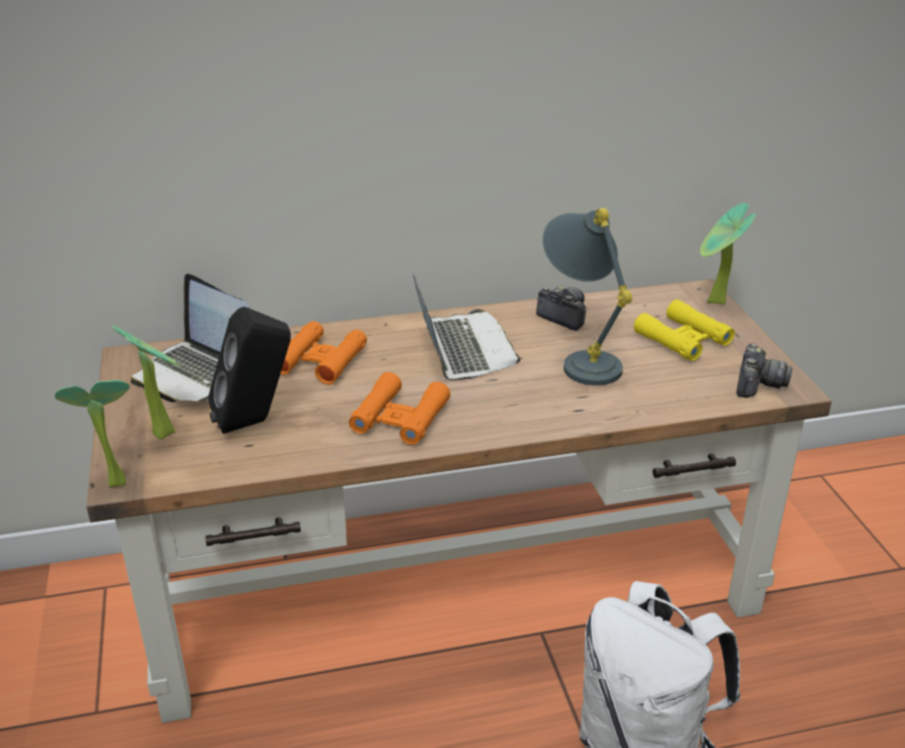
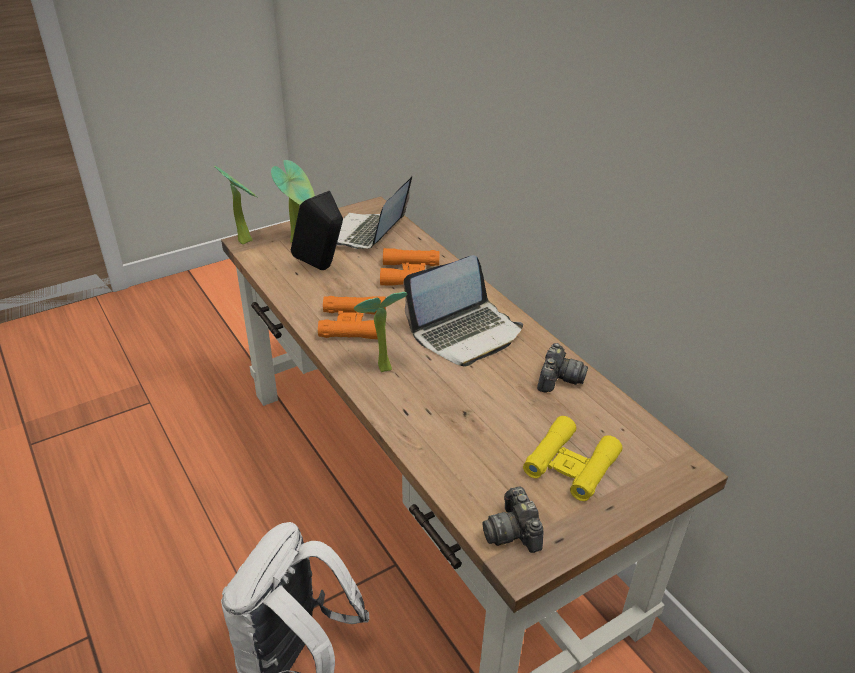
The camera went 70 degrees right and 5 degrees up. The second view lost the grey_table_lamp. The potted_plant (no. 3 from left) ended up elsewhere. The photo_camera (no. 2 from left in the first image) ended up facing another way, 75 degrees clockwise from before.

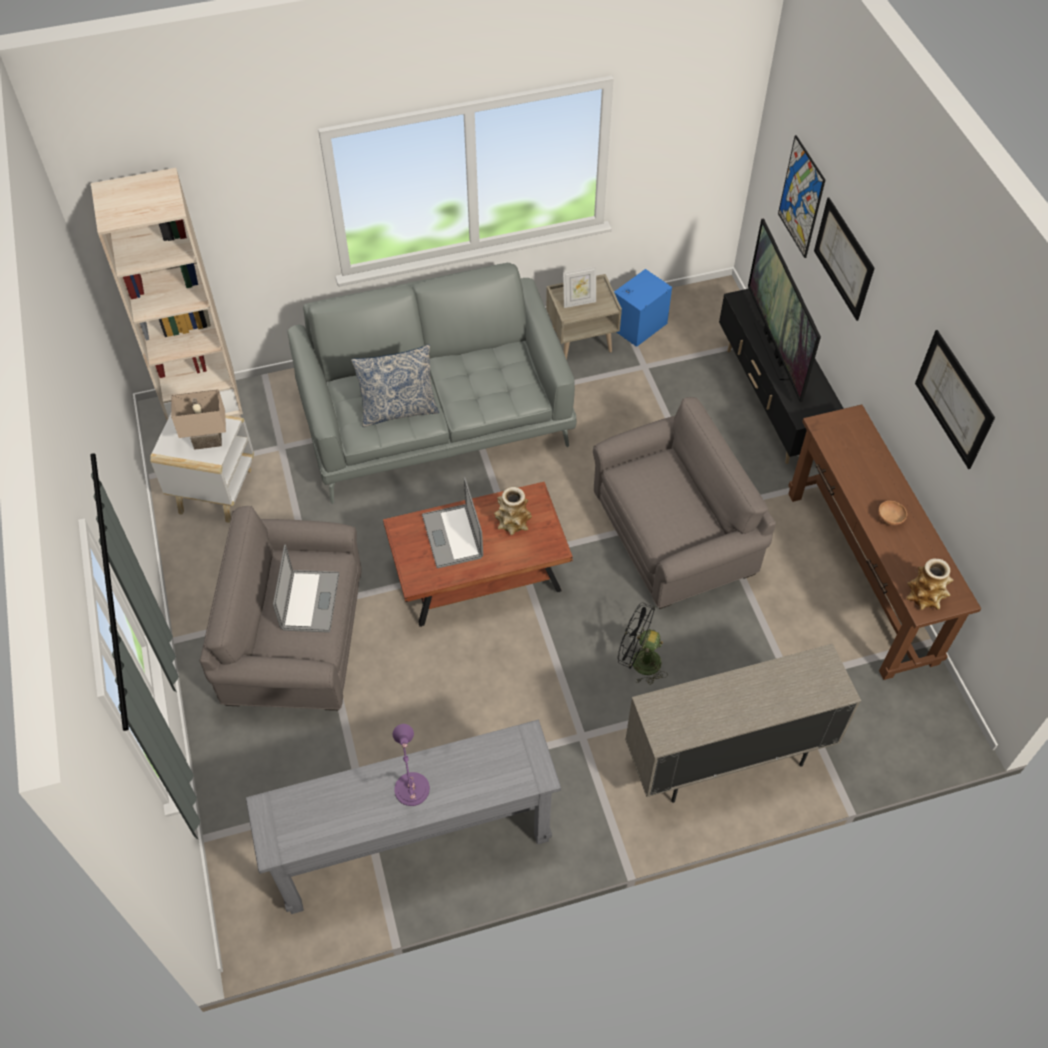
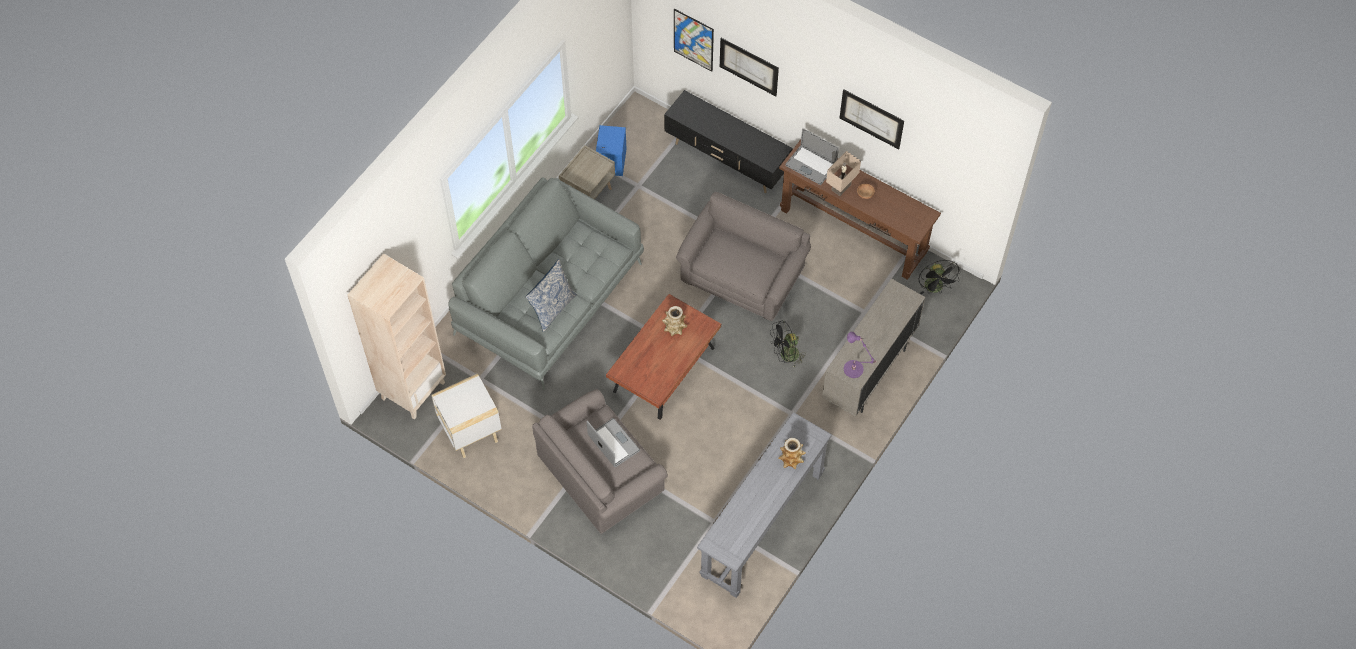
The camera went 40 degrees left and 5 degrees up. The second view lost the picture_frame. The second view lost the television. The second view gained the black_fan (no. 2 from left). The beige_table_lamp ended up elsewhere. The purple_table_lamp ended up elsewhere. The laptop (no. 2 from left) ended up elsewhere. The vase (no. 2 from left) ended up elsewhere.

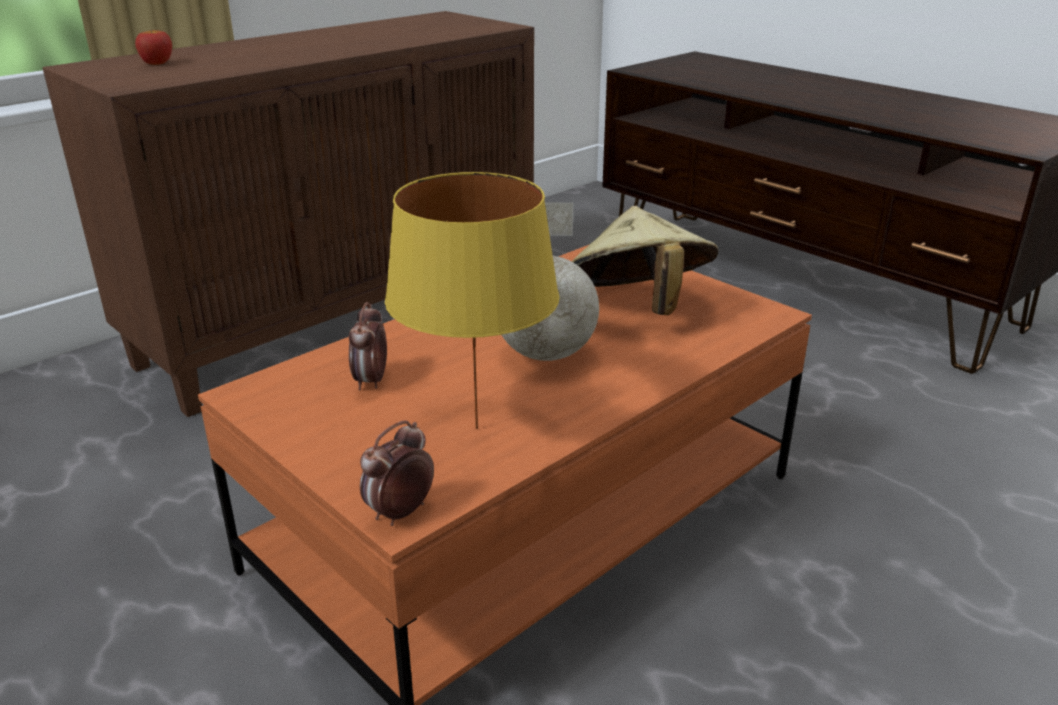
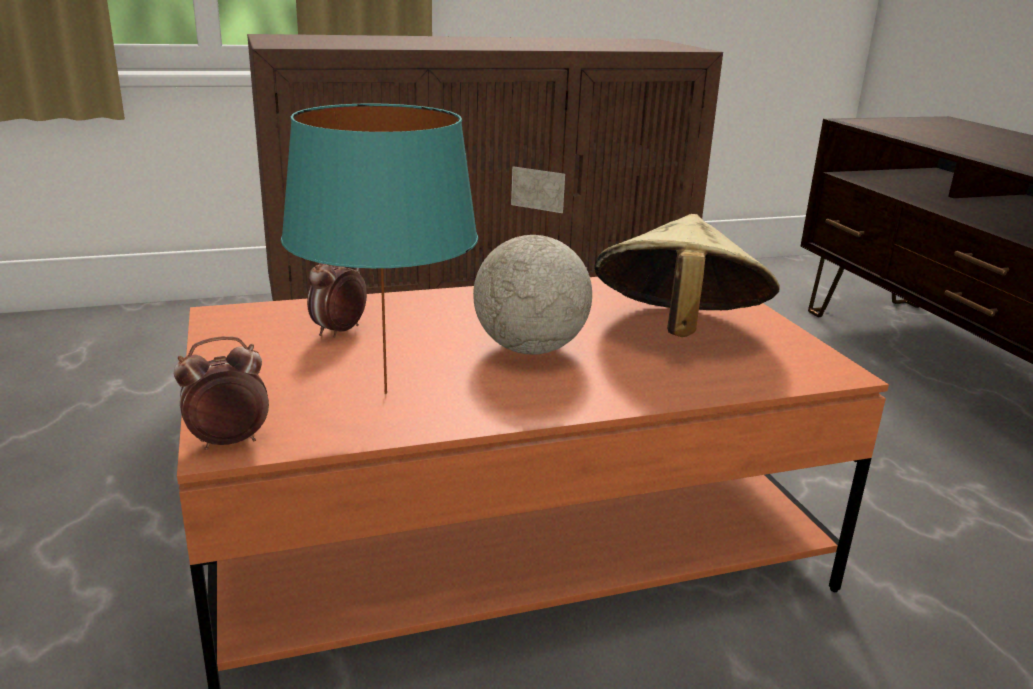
The camera went 25 degrees right and 5 degrees down. The second view lost the apple. What was the yellow_table_lamp turned into the turquoise_table_lamp.

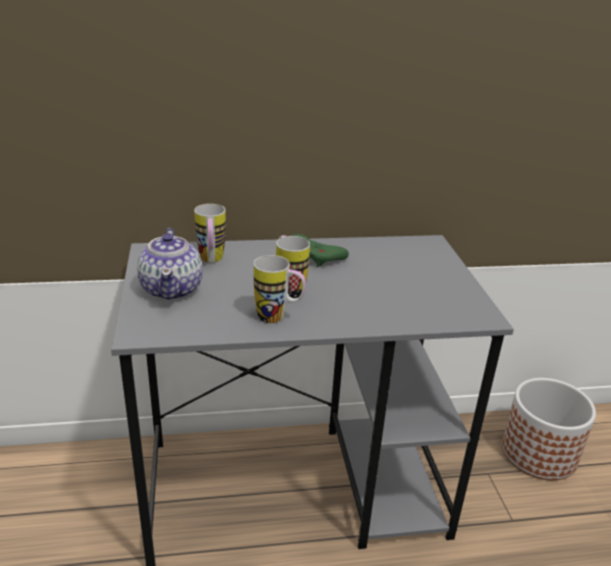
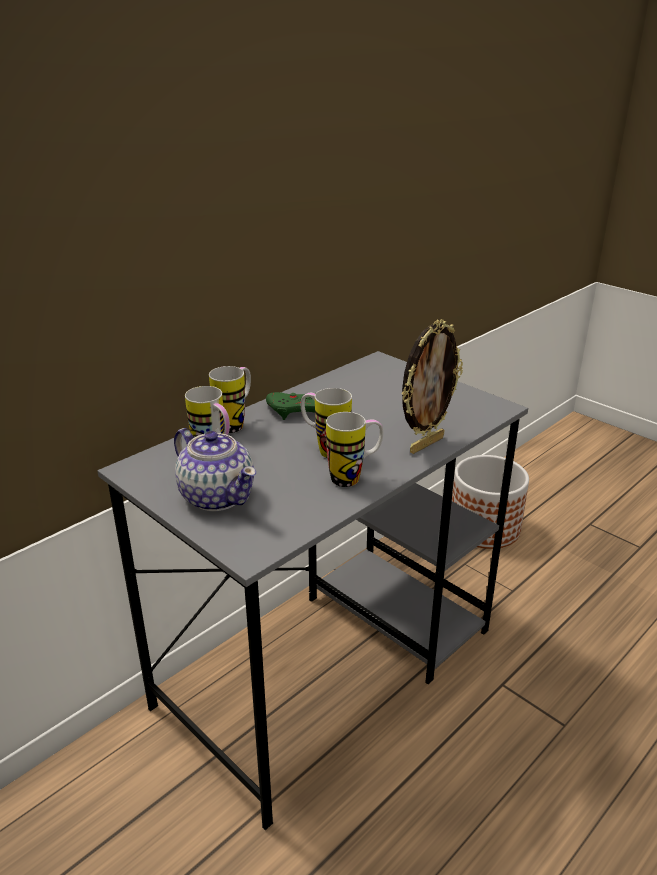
The camera went 35 degrees left and 0 degrees up. The second view gained the mug (no. 2 from left). The second view gained the picture_frame.

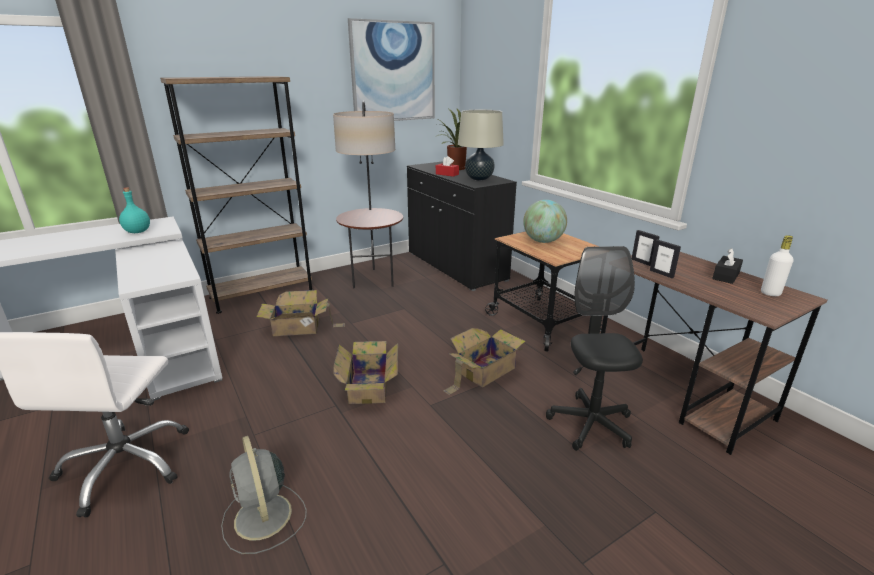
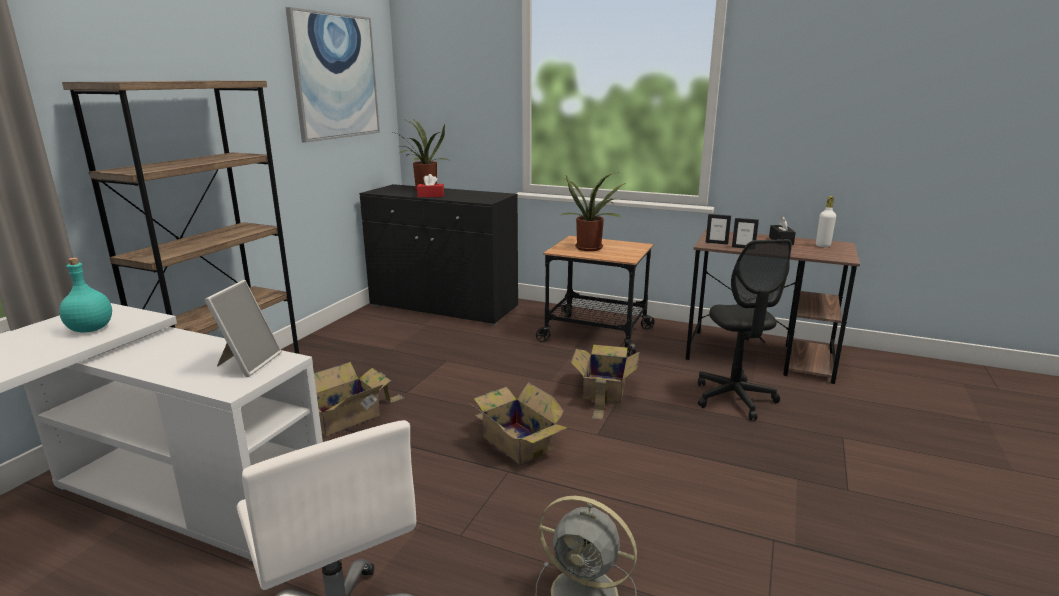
The camera went 35 degrees left and 5 degrees down. The second view lost the floor_lamp. The second view lost the beige_table_lamp. The second view gained the picture_frame (no. 1 from left). Where the globe stood, the potted_plant (no. 2 from left) came to stand. The black_office_chair ended up facing another way, 150 degrees counterclockwise from before.

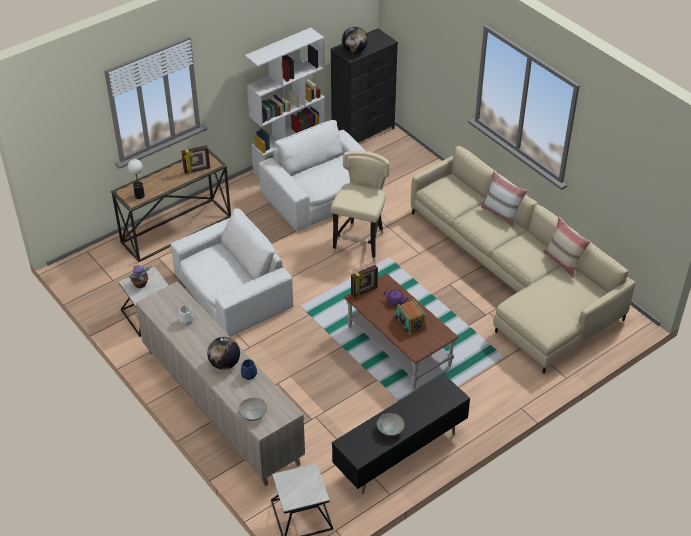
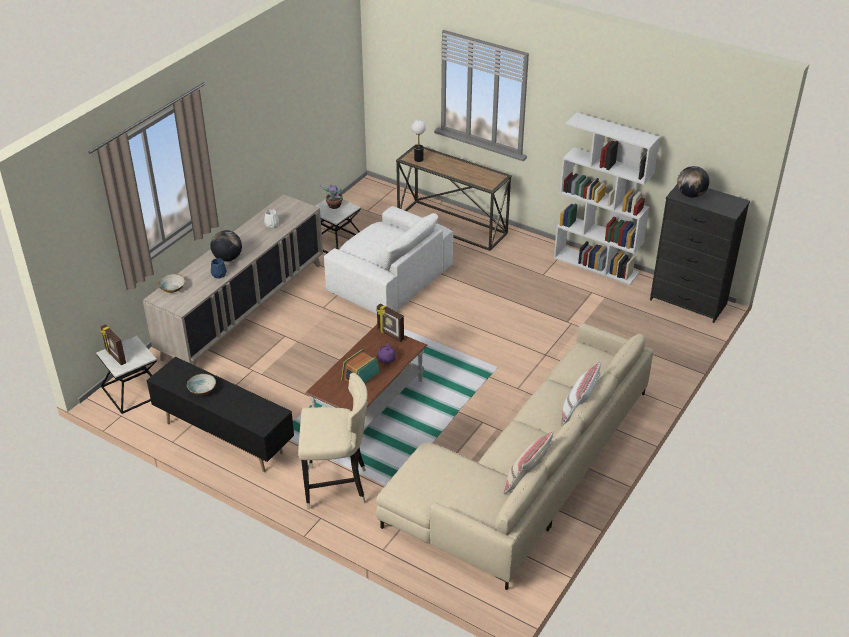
The camera went 70 degrees right and 5 degrees down. The second view lost the white_armchair (no. 2 from left). The picture_frame (no. 1 from left) ended up elsewhere. The beige_stool ended up elsewhere.

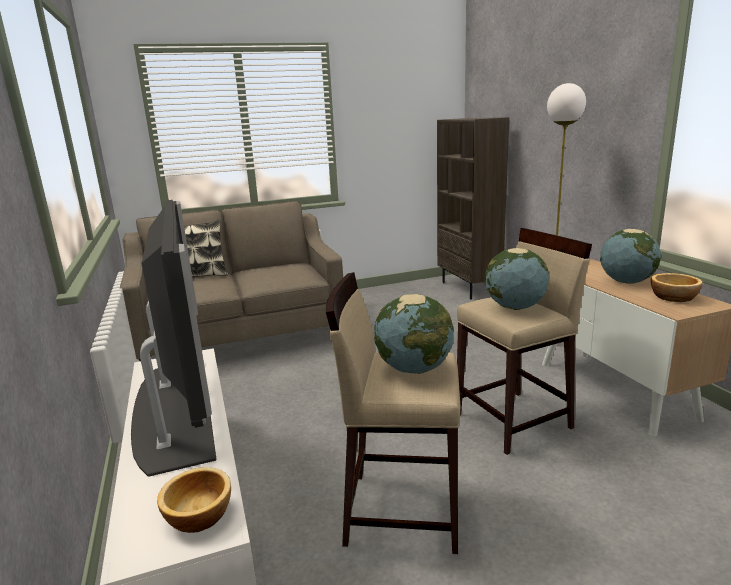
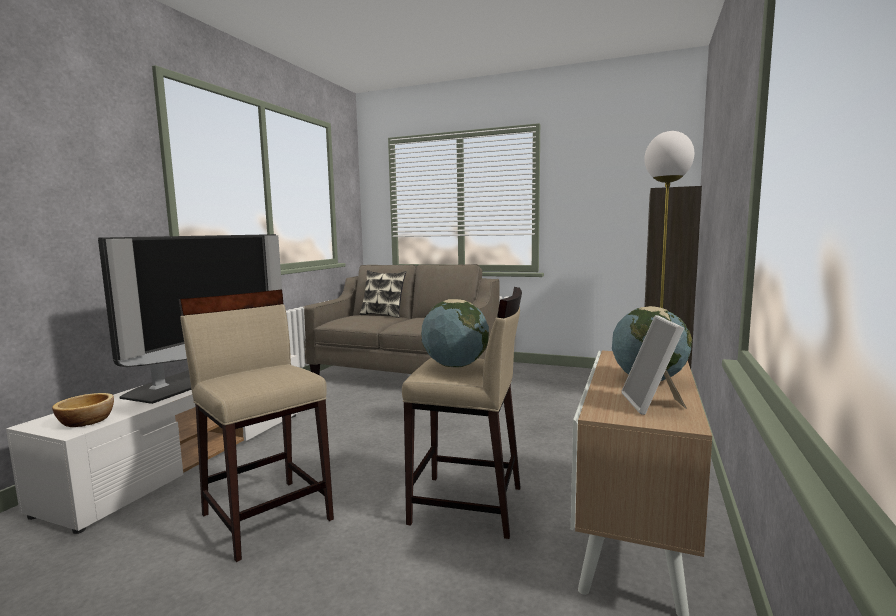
The camera went 40 degrees right and 10 degrees down. The second view lost the globe (no. 1 from left). Where the bowl (no. 2 from left) stood, the picture_frame came to stand.

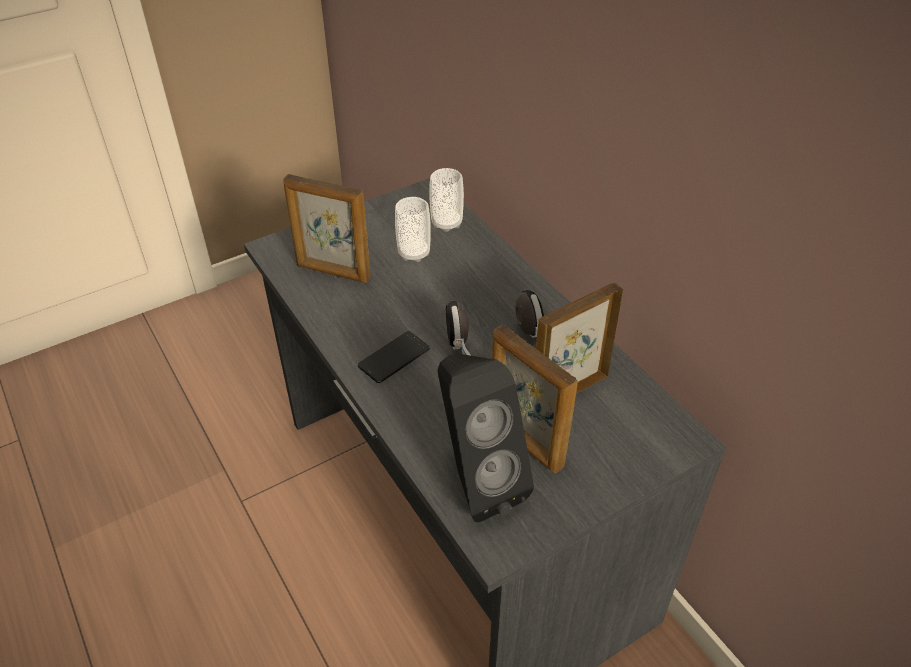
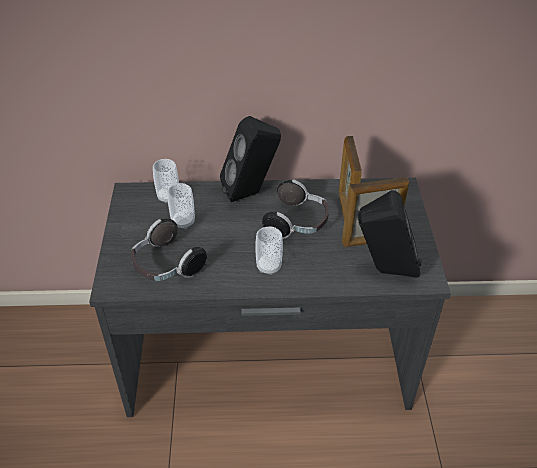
The camera went 60 degrees left and 0 degrees up. The second view gained the black_speaker (no. 1 from left). Where the picture_frame (no. 1 from left) stood, the headphones (no. 1 from left) came to stand. Where the phone stood, the cup (no. 3 from left) came to stand.

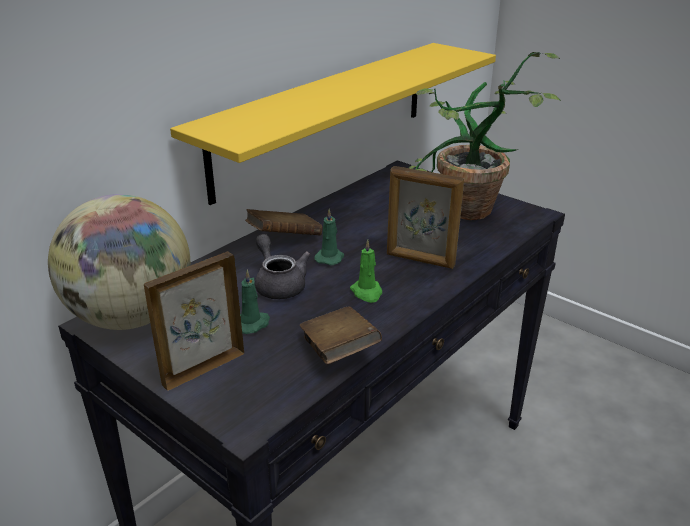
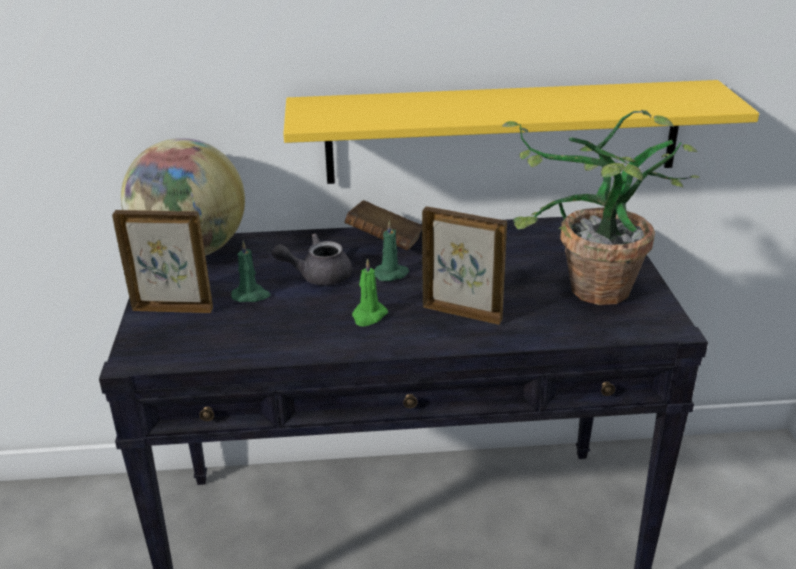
The camera went 45 degrees right and 0 degrees up. The second view lost the brown_book (no. 2 from left). The grey_teapot ended up facing another way, 120 degrees counterclockwise from before. The picture_frame (no. 2 from left) ended up facing another way, 135 degrees clockwise from before.

